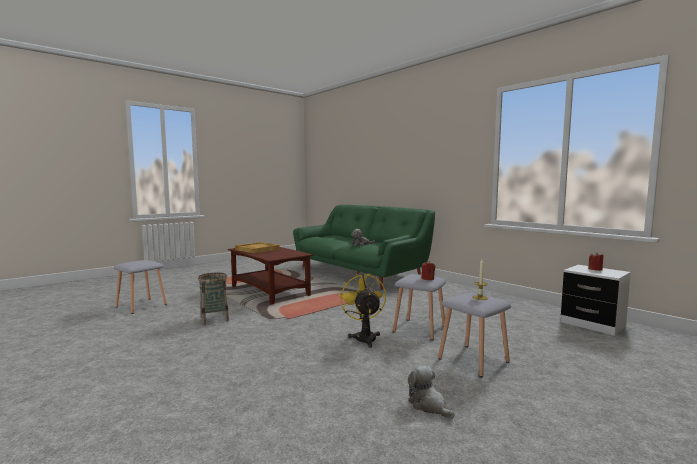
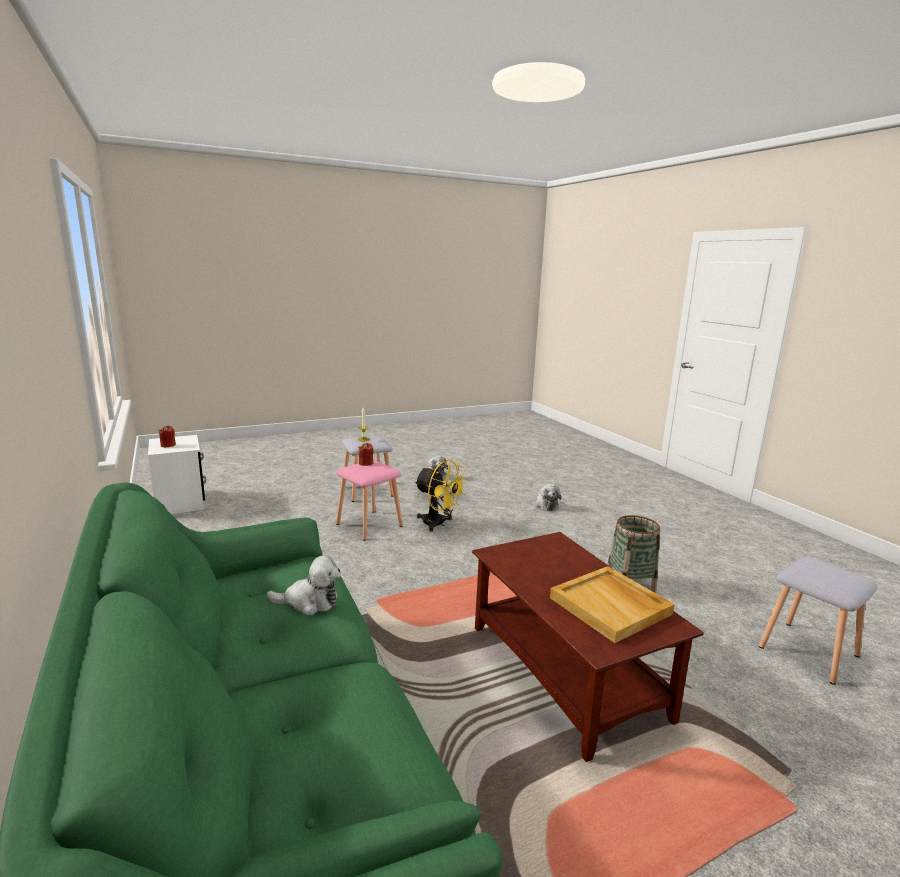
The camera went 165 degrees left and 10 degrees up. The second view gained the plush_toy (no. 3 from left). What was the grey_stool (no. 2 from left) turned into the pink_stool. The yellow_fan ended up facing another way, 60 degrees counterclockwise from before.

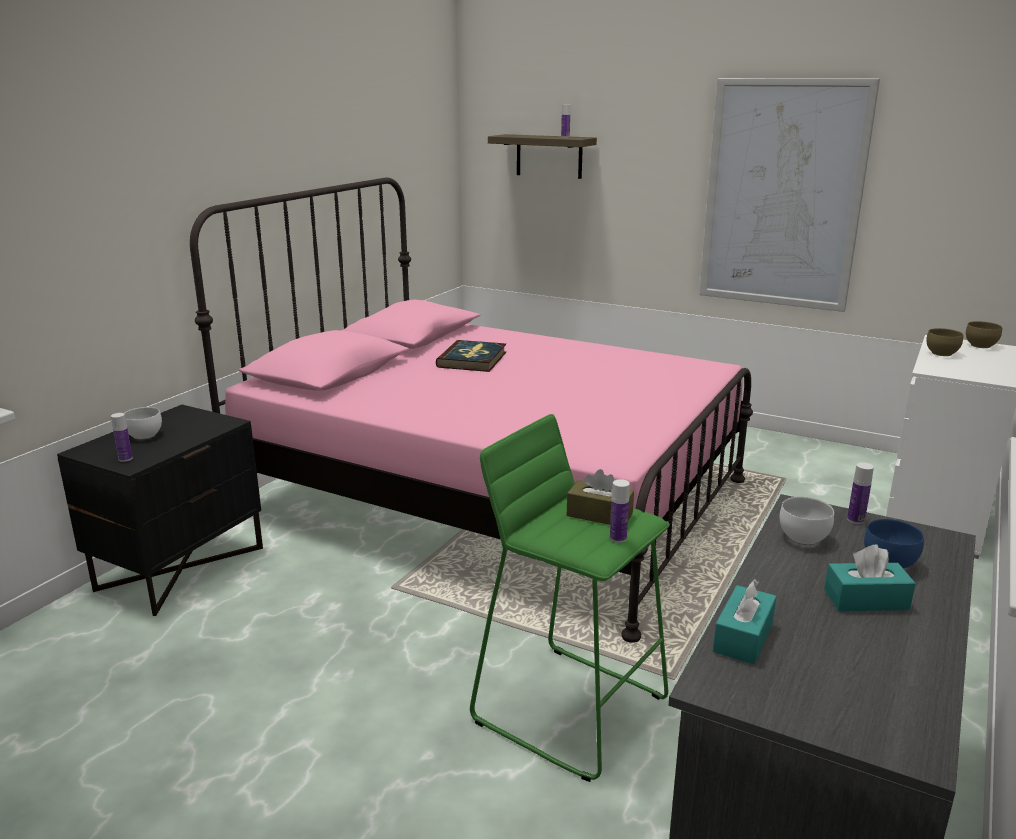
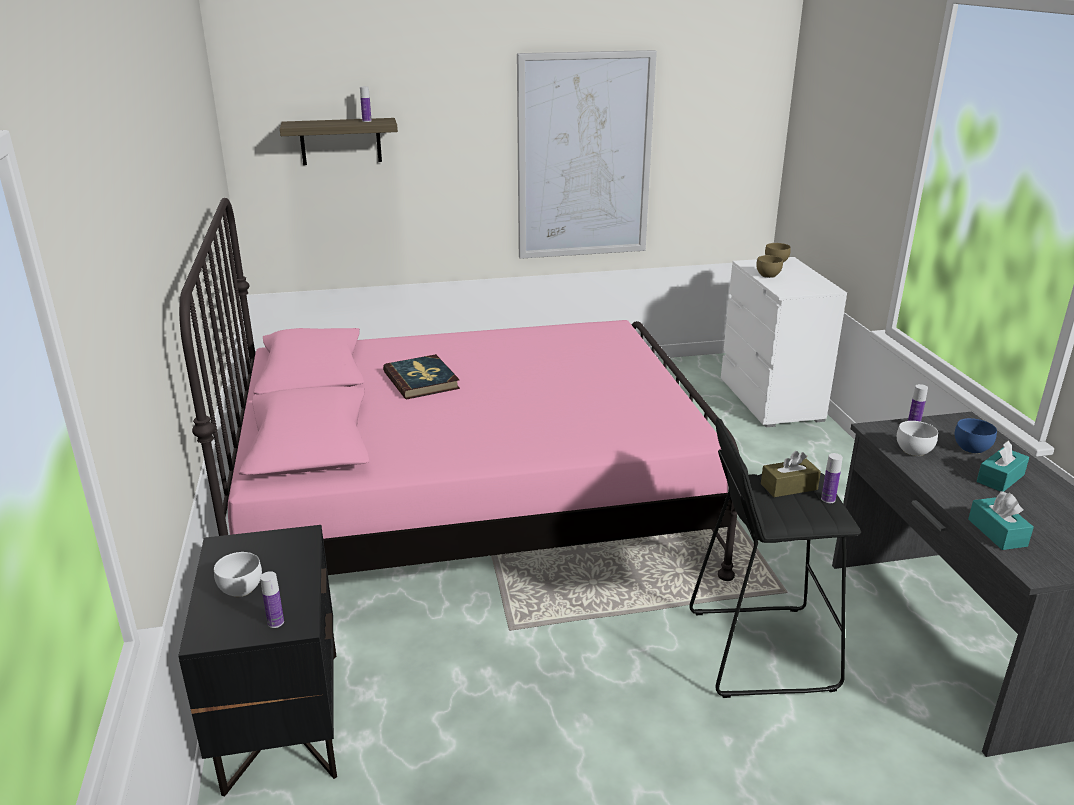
The camera went 40 degrees left and 5 degrees up. What was the green_stool turned into the black_stool.

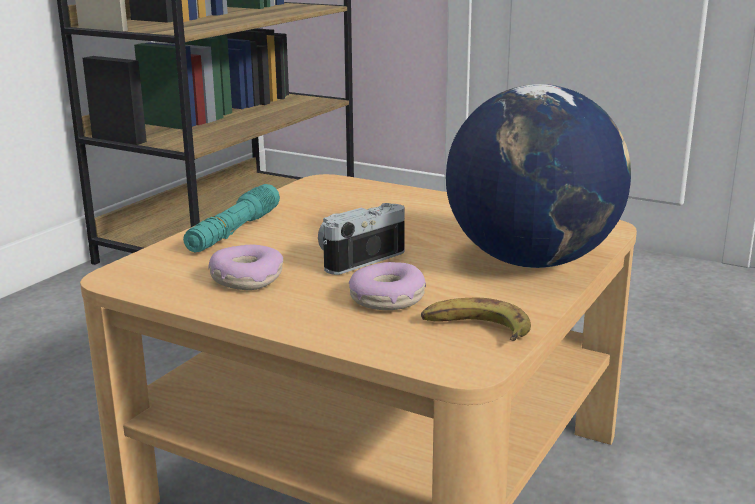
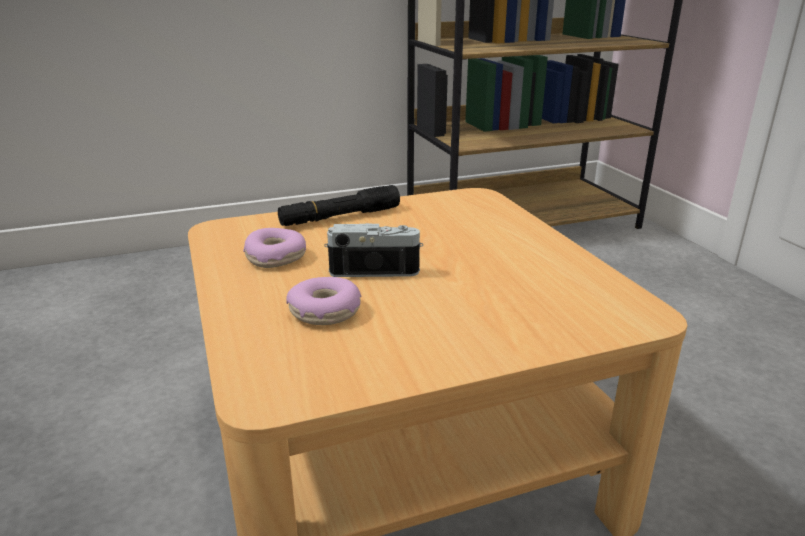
The camera went 40 degrees right and 5 degrees up. The second view lost the banana. The second view lost the globe. What was the turquoise_flashlight turned into the black_flashlight.

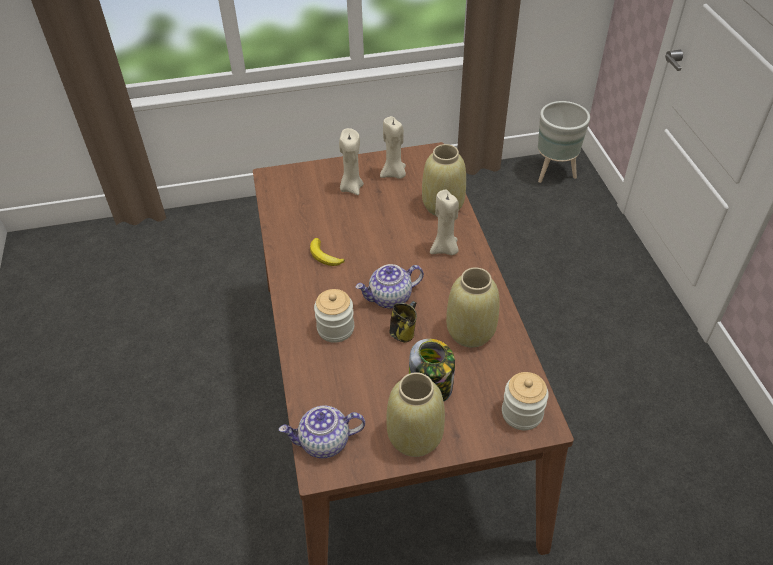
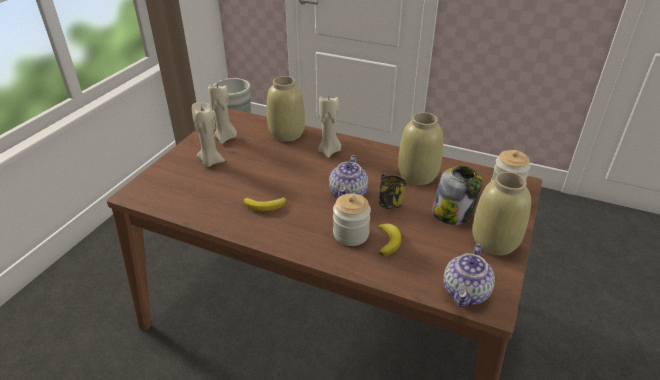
The camera went 55 degrees left and 10 degrees down. The second view gained the banana (no. 2 from left).

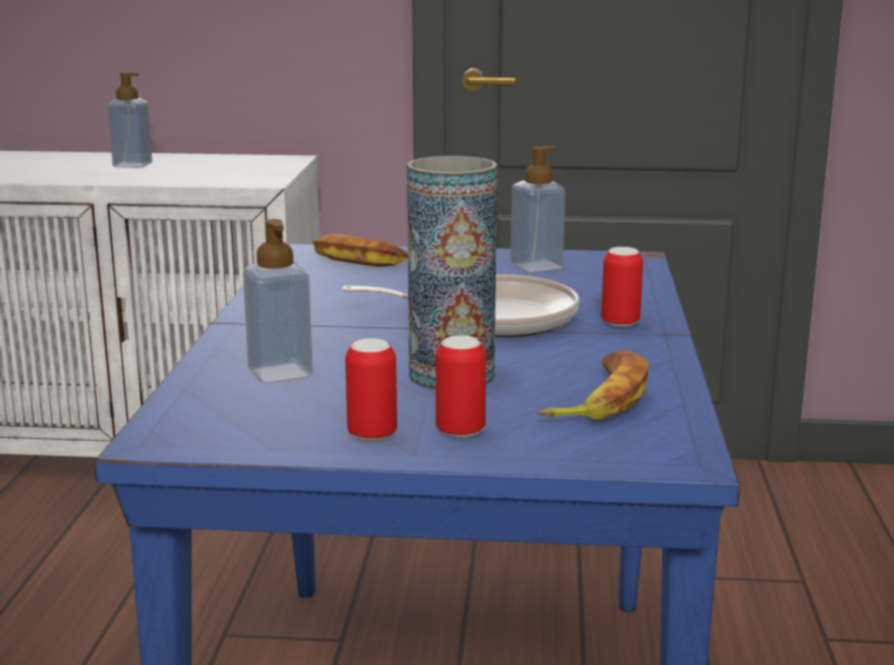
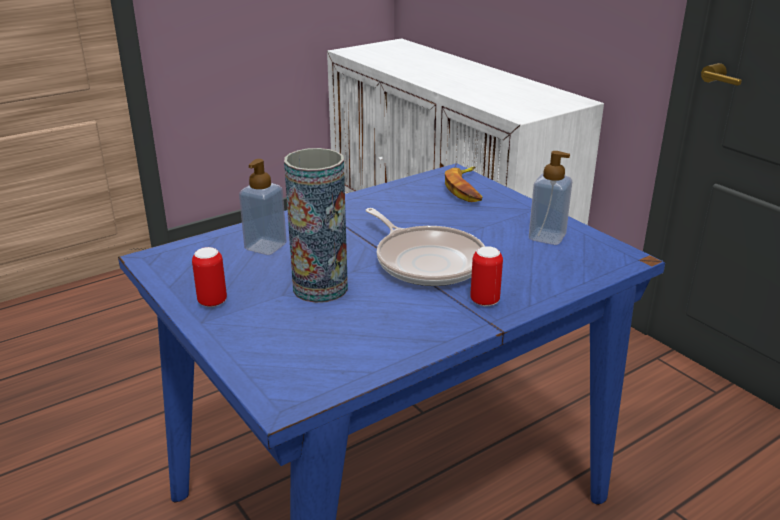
The camera went 50 degrees right and 10 degrees up. The second view lost the soap_dispenser (no. 1 from left). The second view lost the can (no. 2 from left). The second view lost the banana (no. 2 from left).

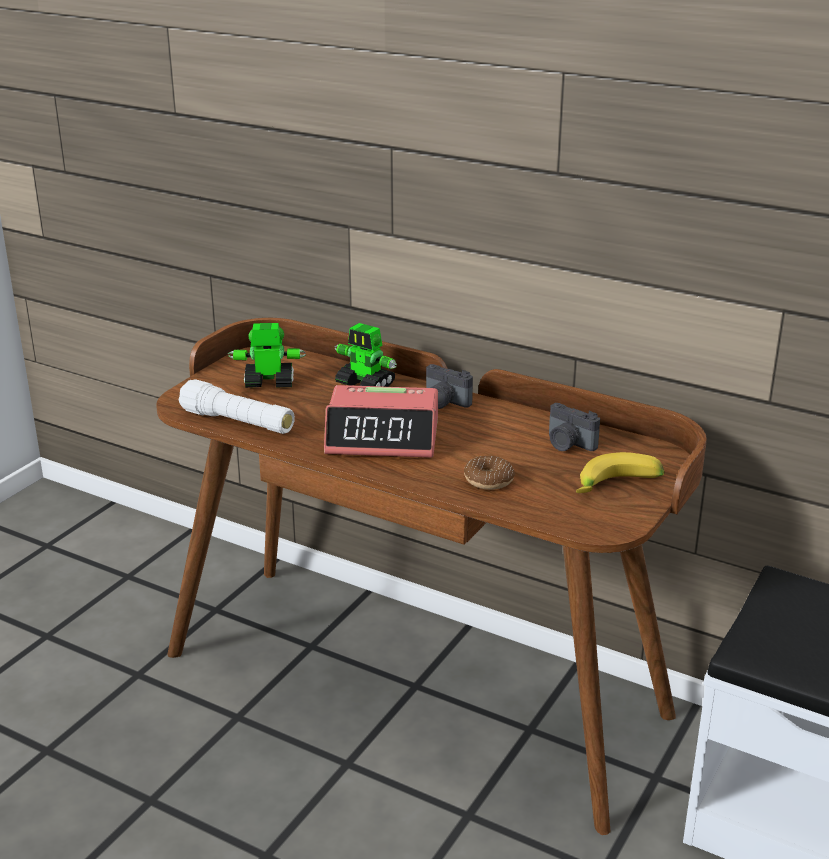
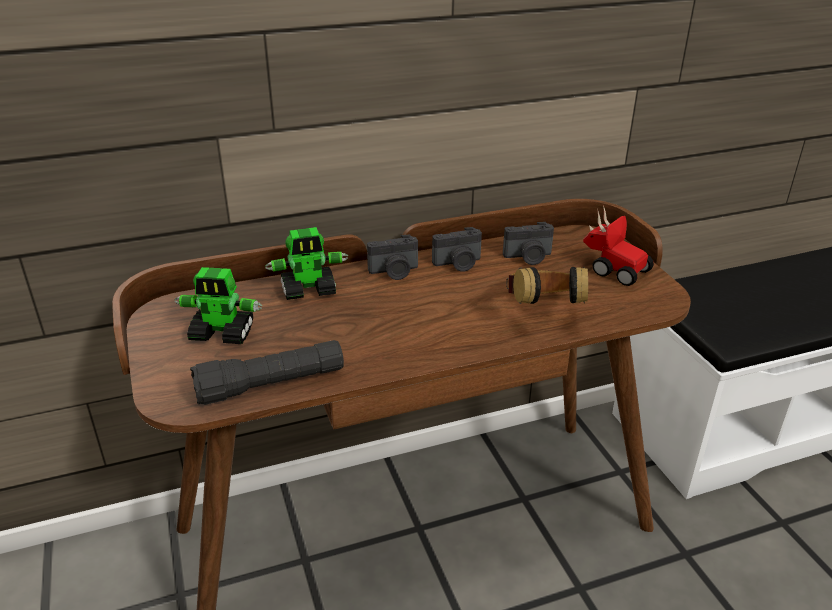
The camera went 50 degrees left and 5 degrees up. The second view lost the alarm_clock. The second view gained the photo_camera (no. 2 from left). Where the donut stood, the headphones came to stand. Where the banana stood, the toy_car came to stand. What was the white_flashlight turned into the black_flashlight. The toy_robot (no. 1 from left) ended up facing another way, 120 degrees counterclockwise from before.

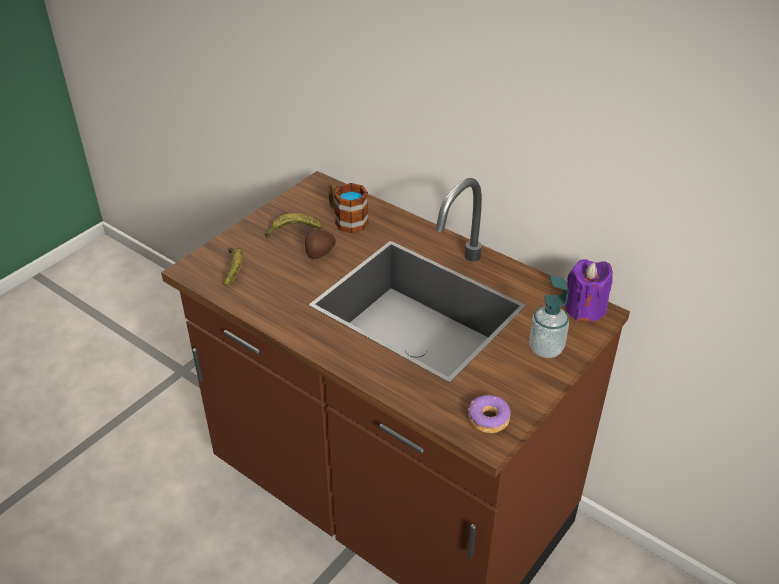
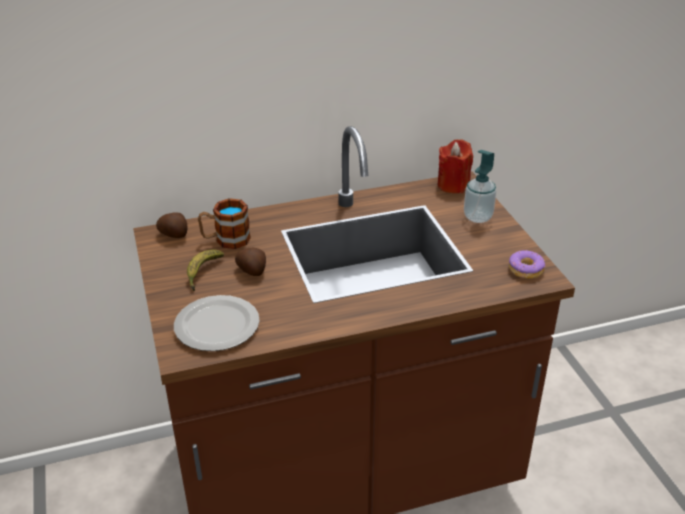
The camera went 55 degrees left and 5 degrees down. The second view gained the potato (no. 1 from left). Where the banana (no. 1 from left) stood, the plate came to stand. What was the purple_candle turned into the red_candle.

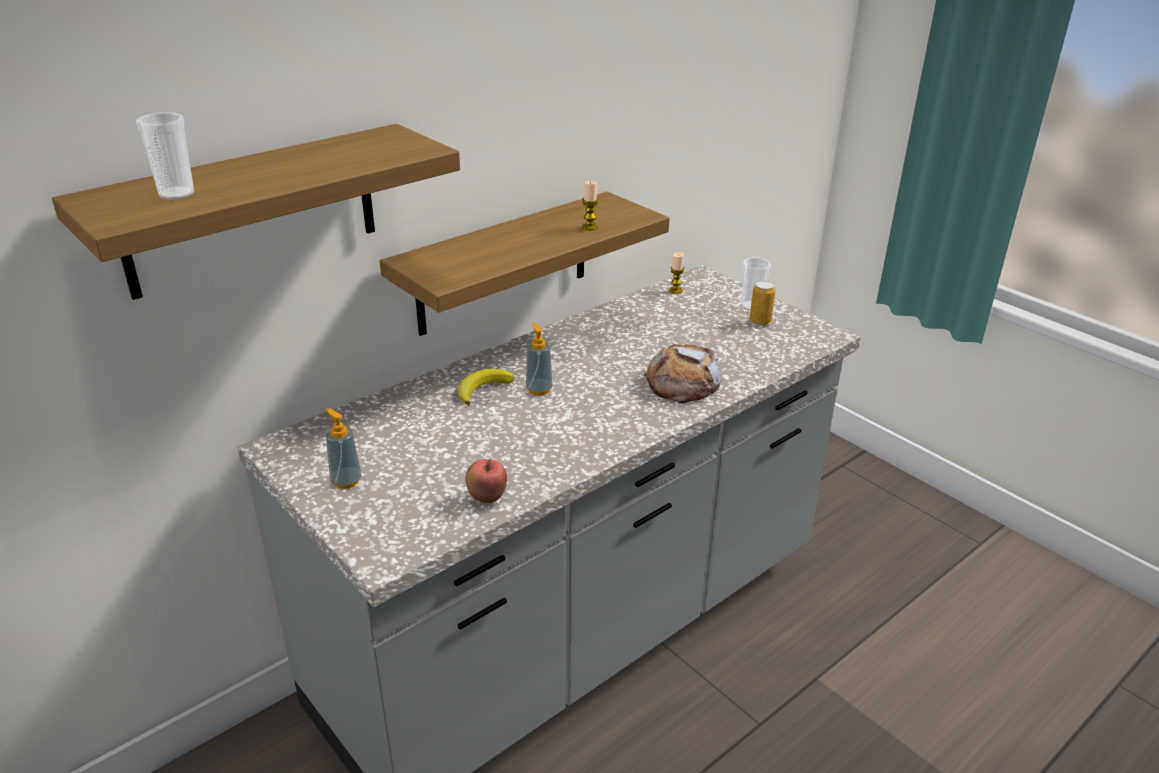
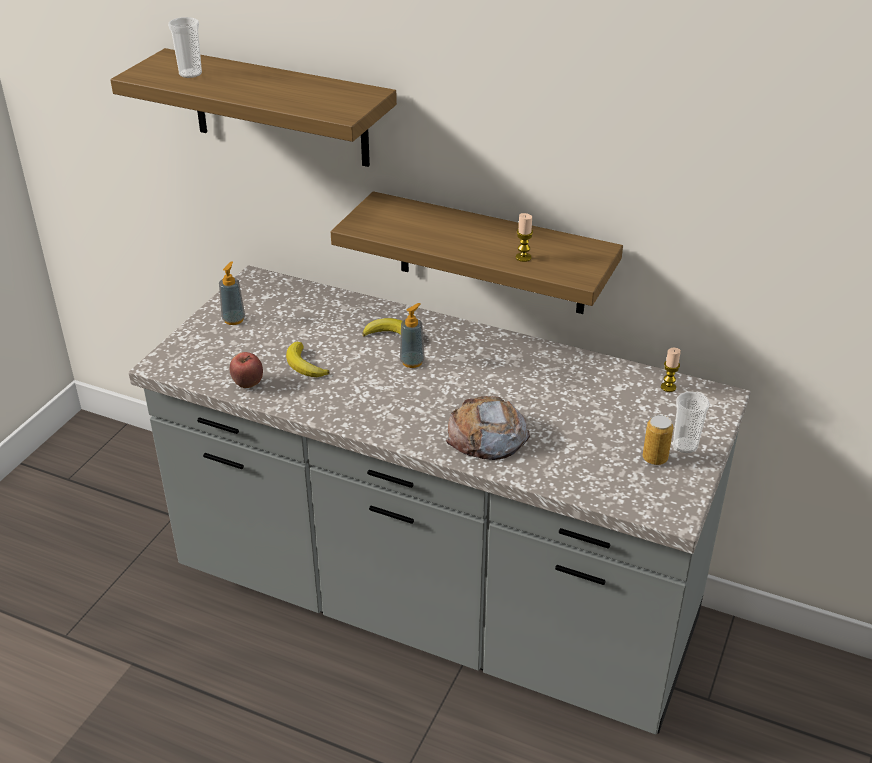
The camera went 65 degrees right and 5 degrees up. The second view gained the banana (no. 1 from left).

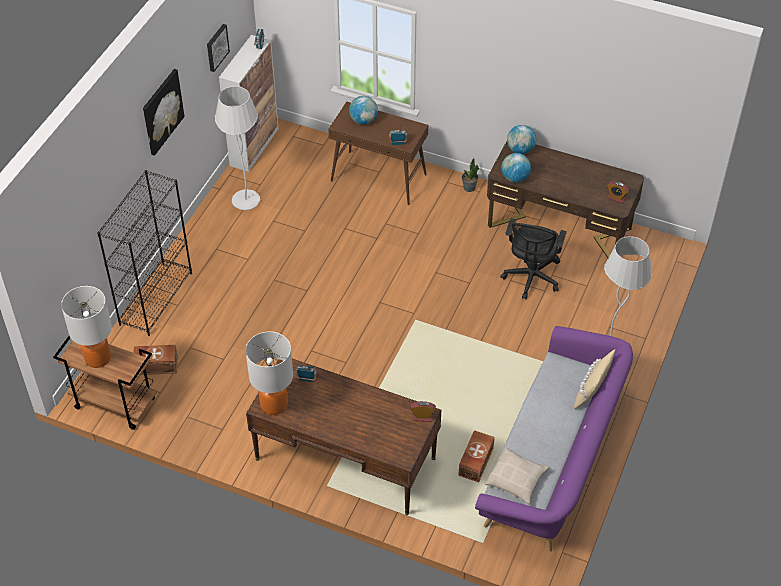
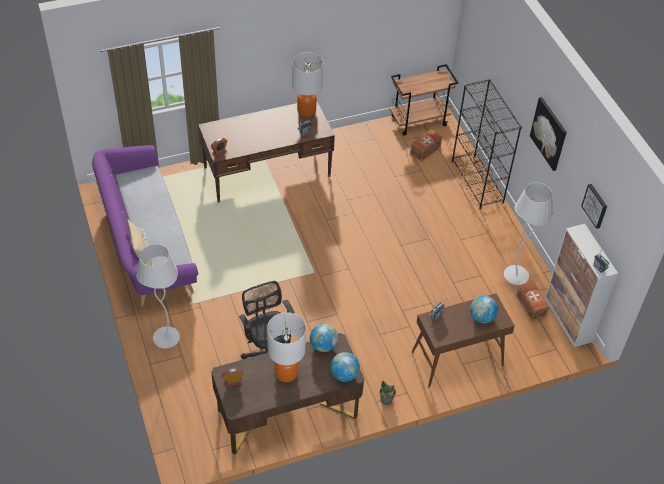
The camera went 135 degrees right and 0 degrees up. The second view lost the beige_pillow (no. 1 from left). The table_lamp (no. 1 from left) ended up elsewhere. The brown_storage_box (no. 2 from left) ended up elsewhere.

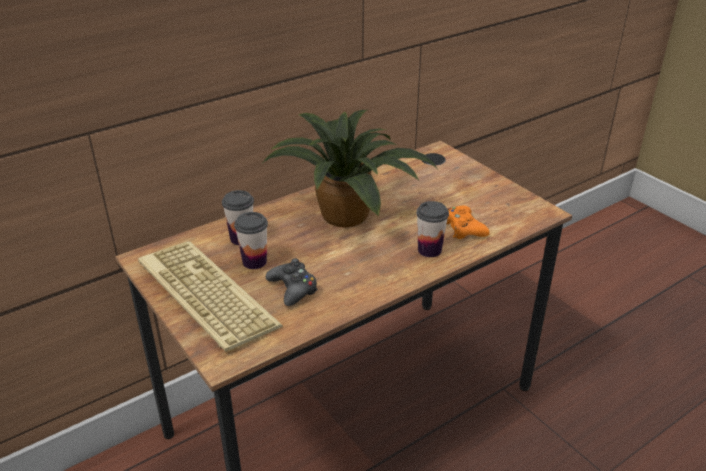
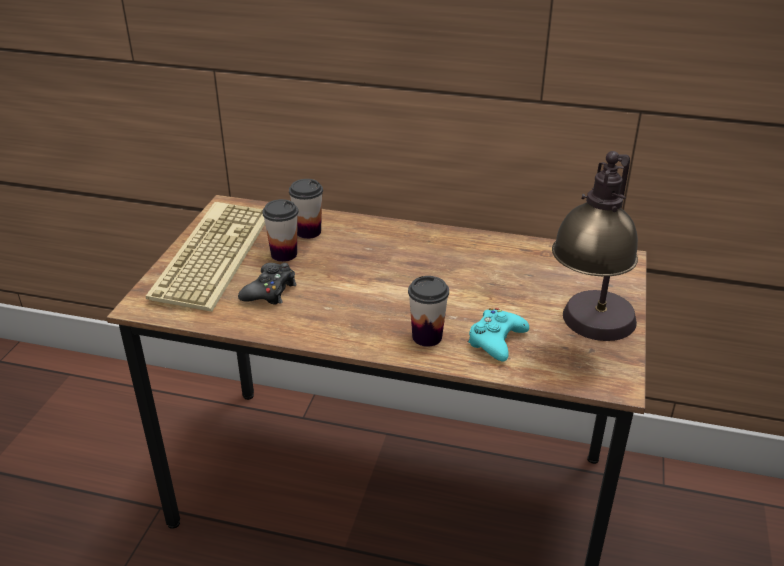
The camera went 50 degrees right and 0 degrees up. The second view lost the potted_plant. The second view gained the table_lamp. What was the orange_game_controller turned into the turquoise_game_controller.

